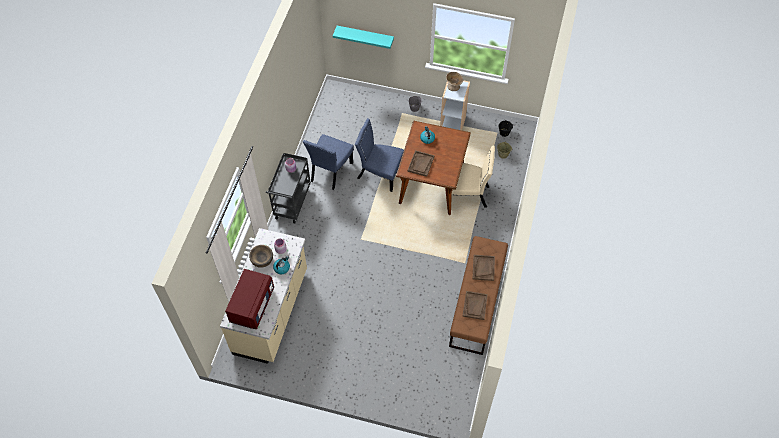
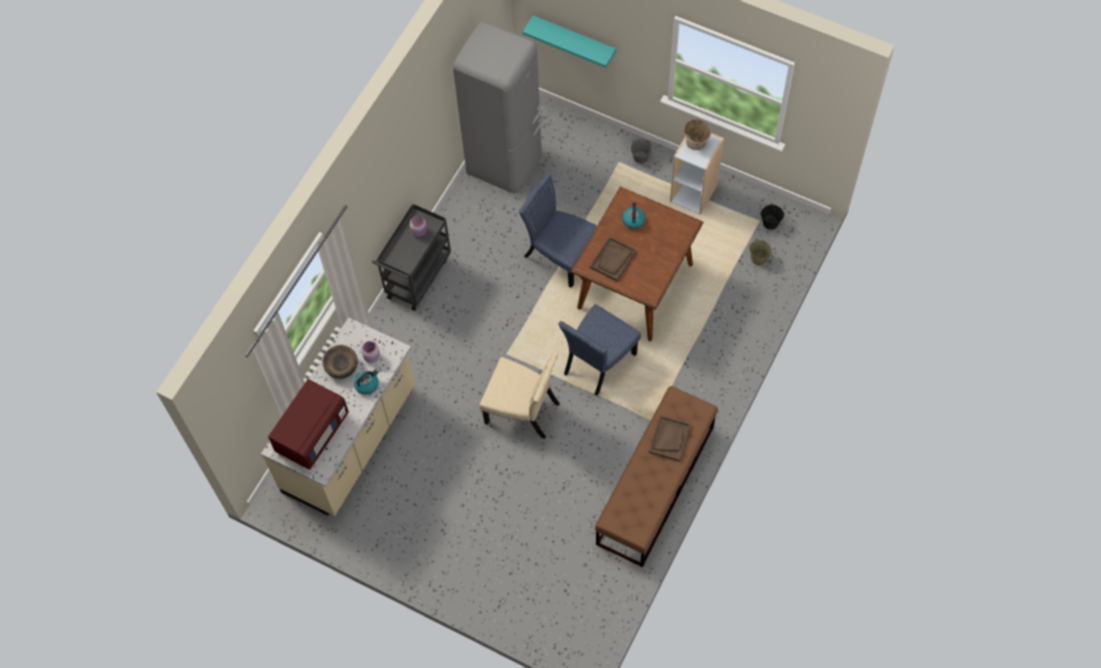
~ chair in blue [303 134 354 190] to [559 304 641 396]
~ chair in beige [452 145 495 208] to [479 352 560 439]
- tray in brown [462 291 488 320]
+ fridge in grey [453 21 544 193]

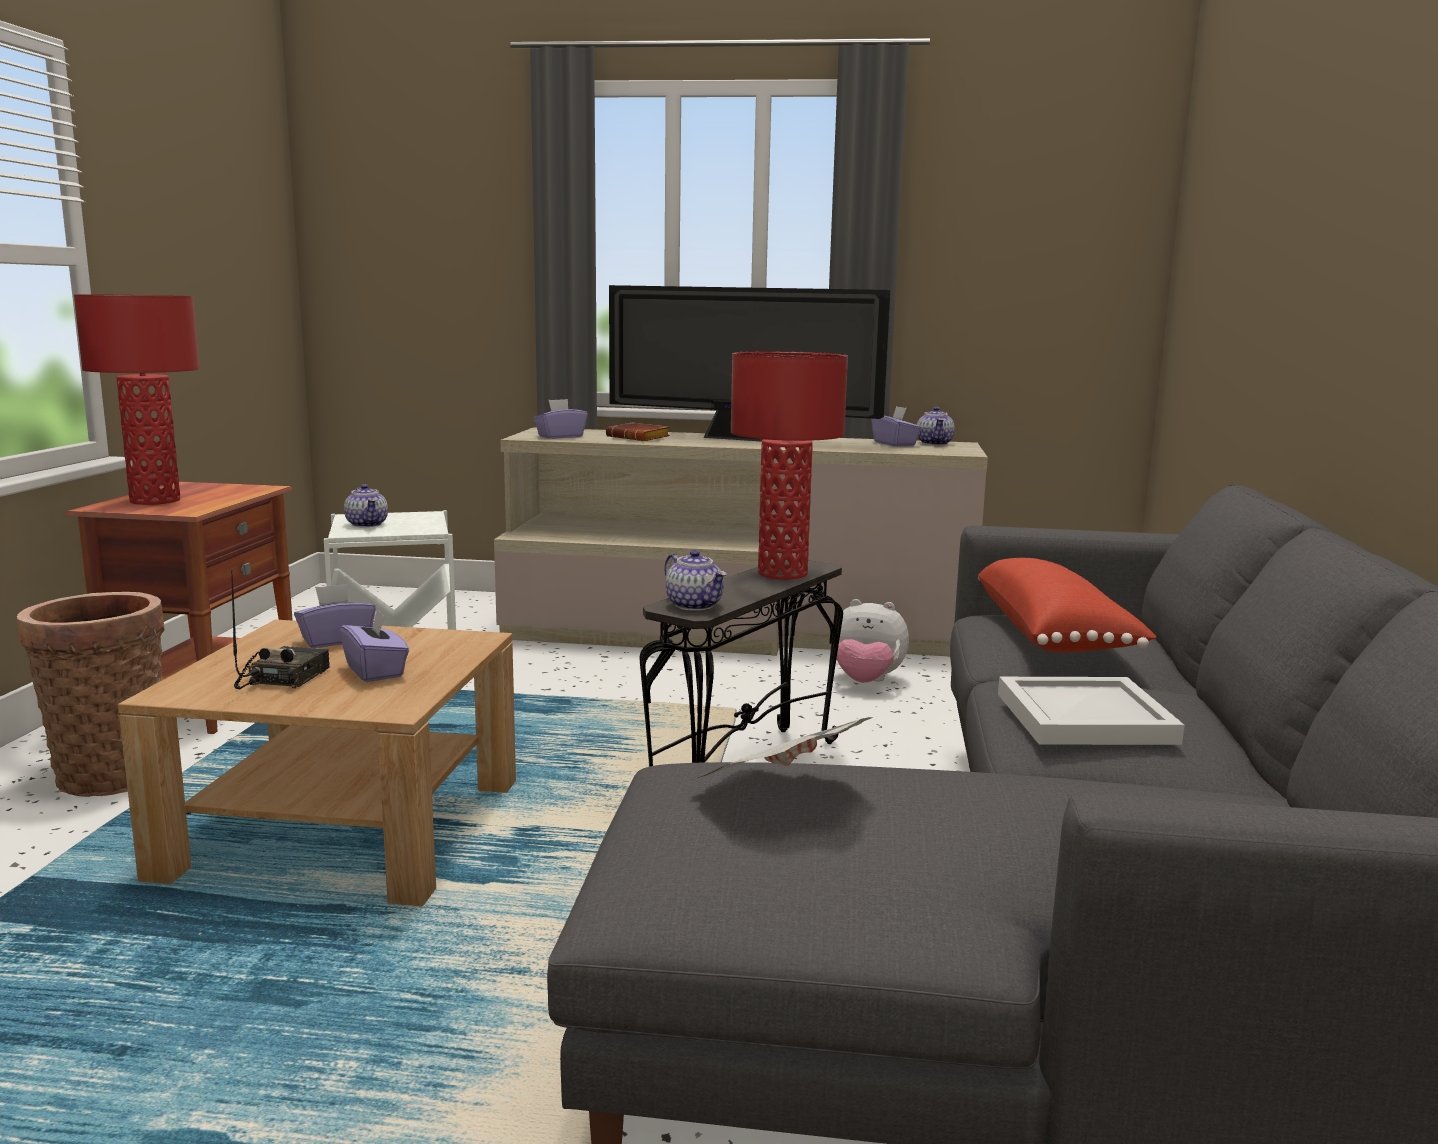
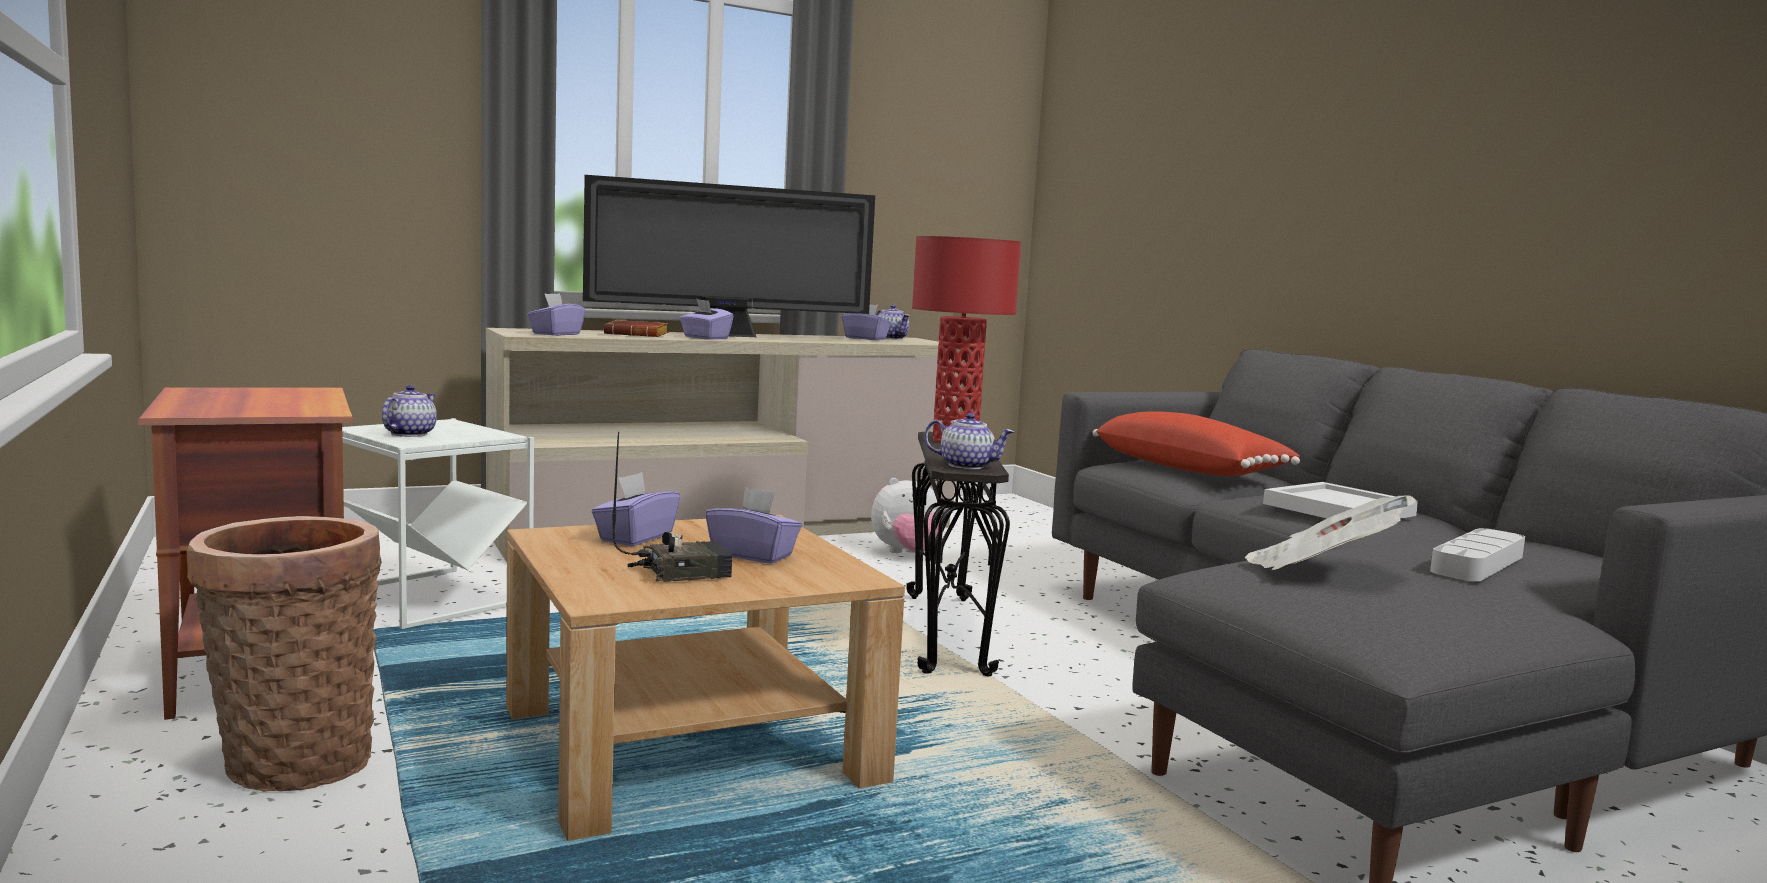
- table lamp in red [74 294 199 505]
~ teapot [344 484 388 527] = [382 385 437 437] 105 degrees counterclockwise
~ radio [231 570 330 689] = [612 432 732 582] 90 degrees clockwise
+ tissue box in purple [680 299 734 339]
+ tray in grey [1430 528 1525 581]

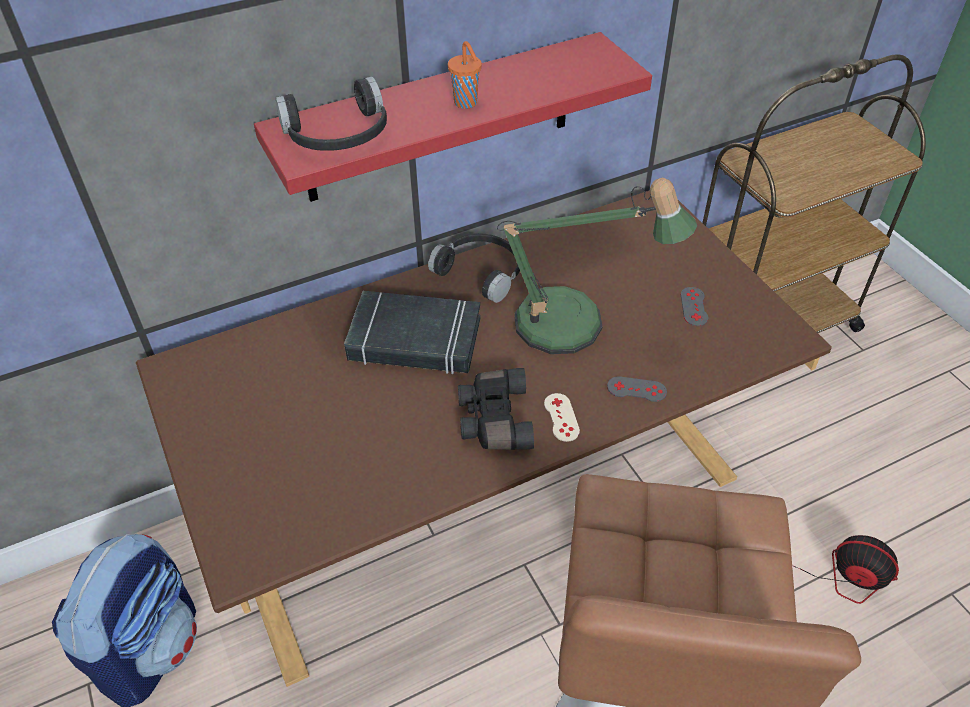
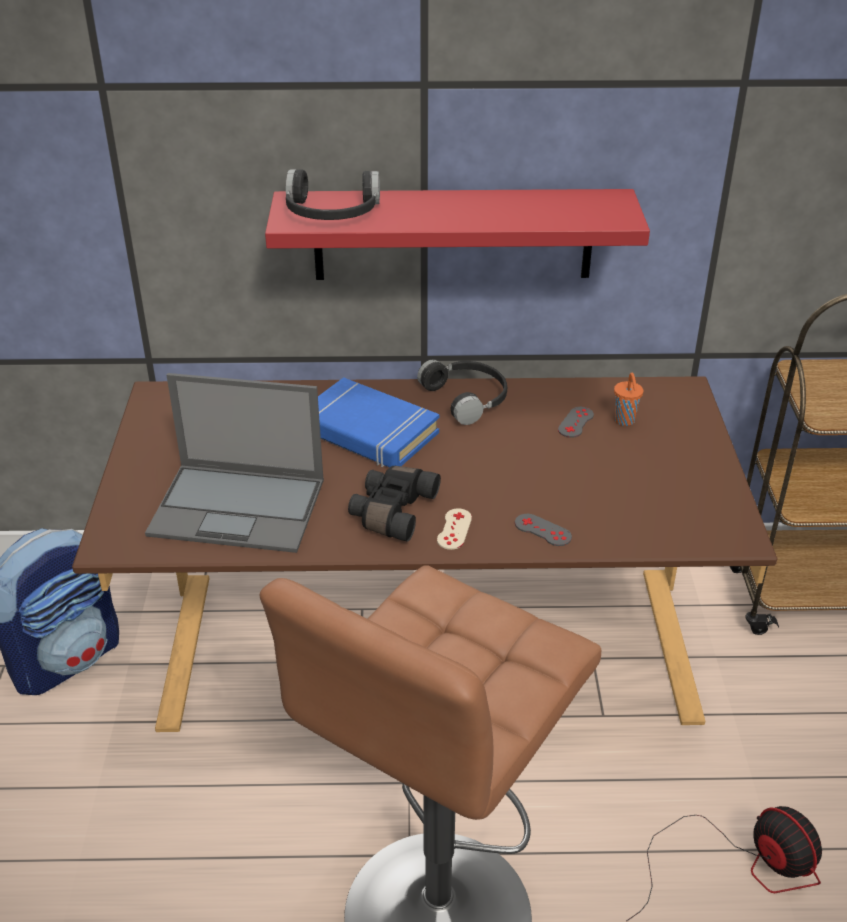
~ cup in orange [448 41 482 109] to [614 373 643 426]
- table lamp [497 177 697 354]
~ game controller in grey [681 287 709 326] to [558 407 594 438]
~ book in black [344 291 480 374] to book in blue [318 377 440 468]
+ laptop [145 373 324 553]

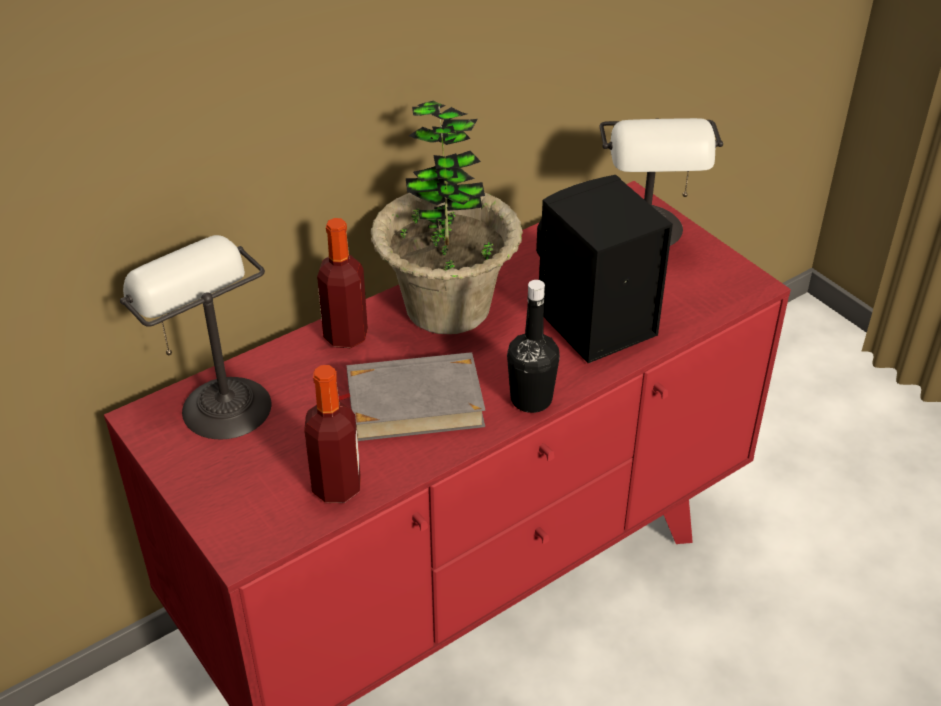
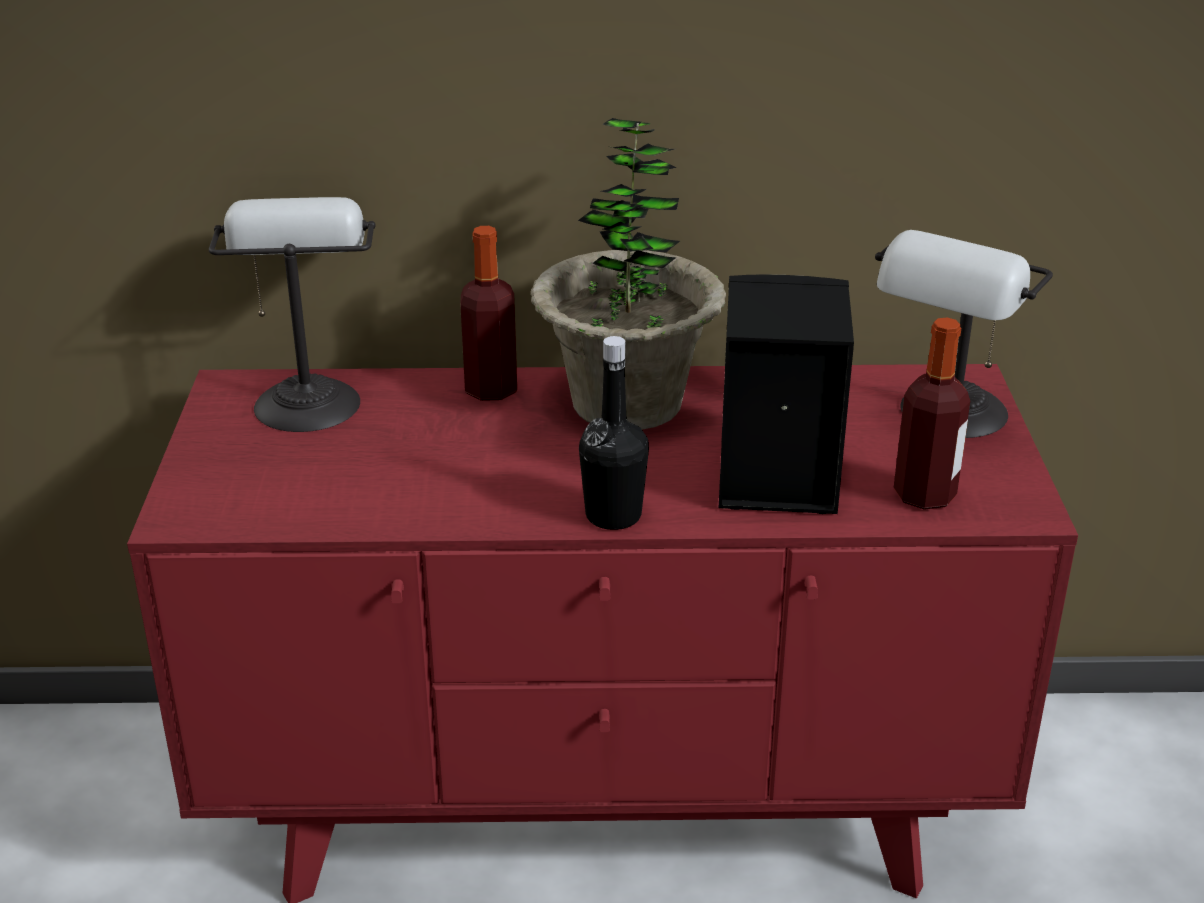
- book in grey [338 352 486 441]
~ bottle [304 365 361 503] to [894 318 970 510]

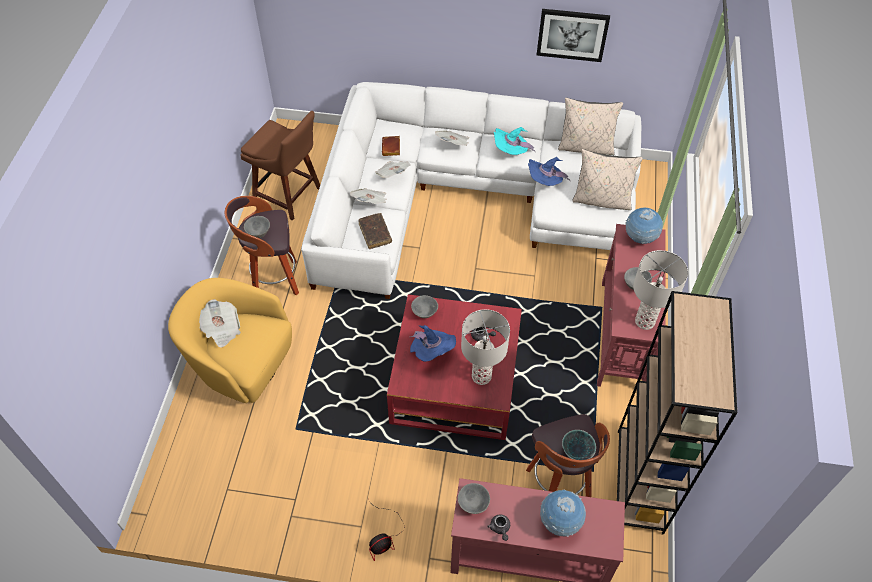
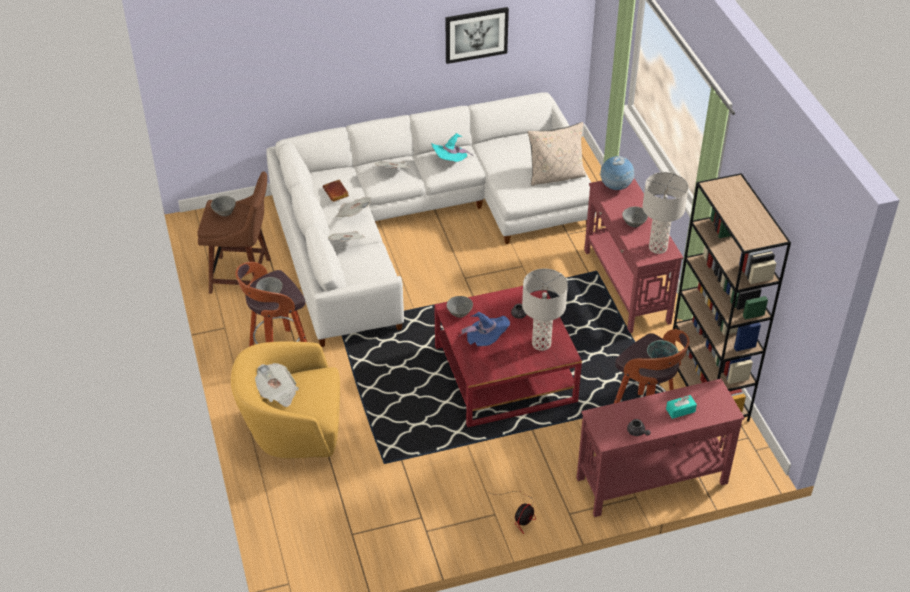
- pillow in beige [558 98 623 155]
- hat in blue [528 157 570 186]
- book in brown [358 213 392 249]
~ bowl in grey [458 483 490 514] to [211 196 236 216]
~ globe [540 489 586 537] to tissue box in turquoise [666 395 697 419]

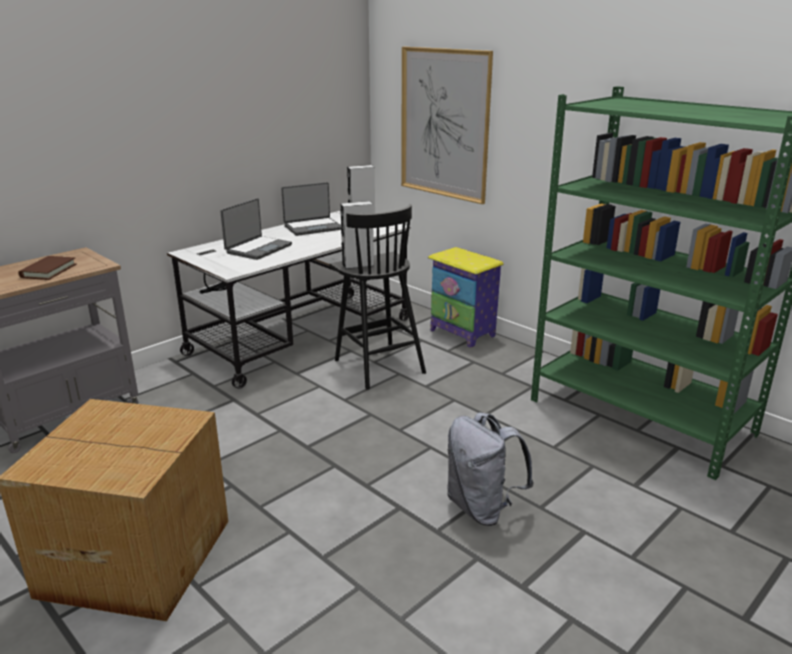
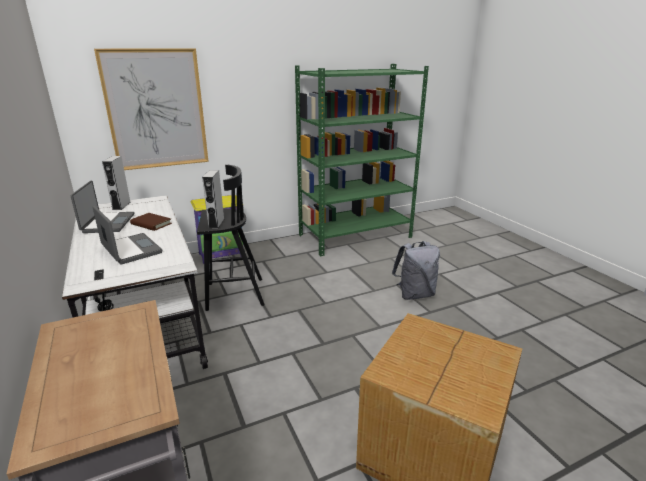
~ book in brown [19 256 76 280] to [130 213 172 231]

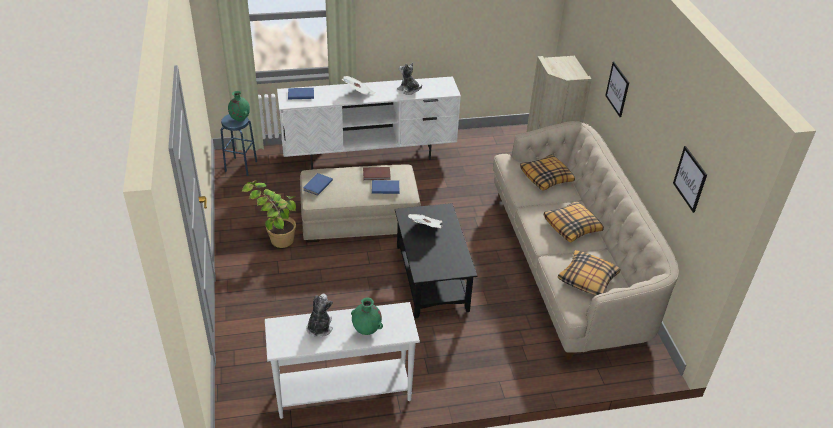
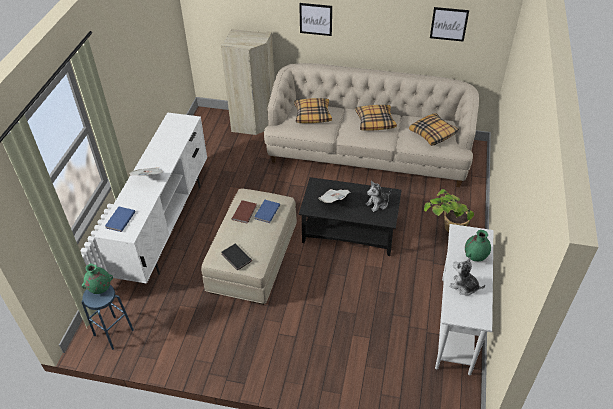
~ plush toy [397 63 422 95] to [366 181 391 212]
~ book in blue [303 173 333 196] to book in black [221 244 252 271]
~ potted plant [241 180 296 248] to [424 189 474 232]

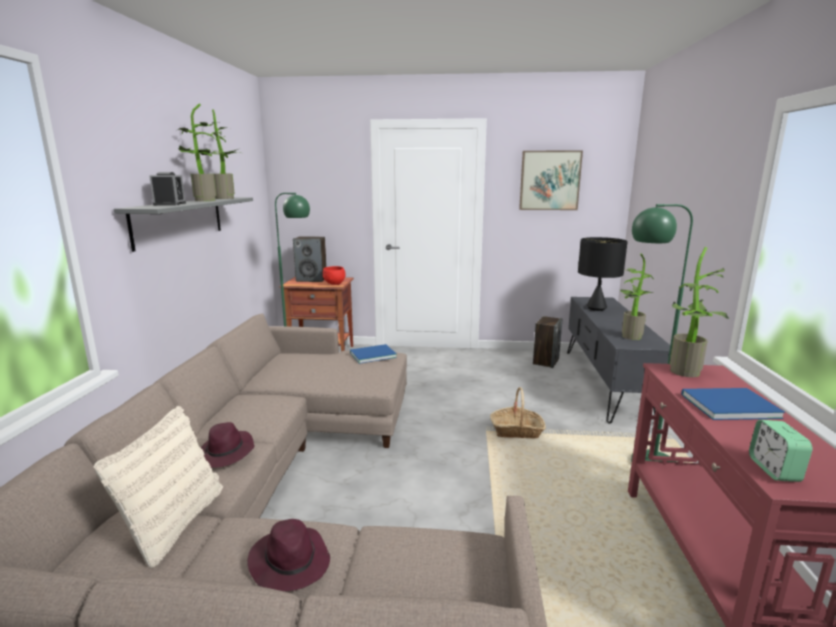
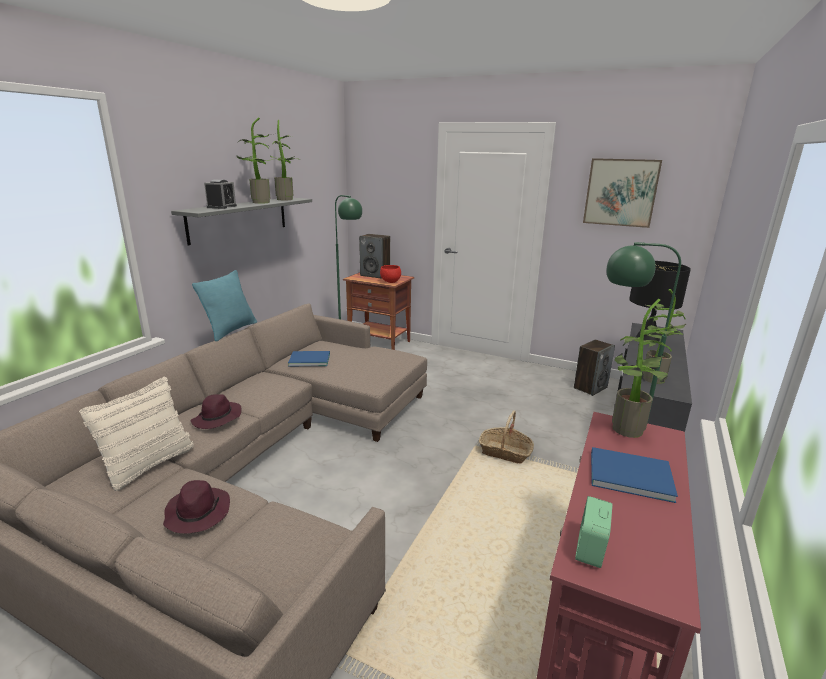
~ book in blue [350 344 397 364] to [288 351 330 366]
+ pillow in turquoise [192 270 257 341]

